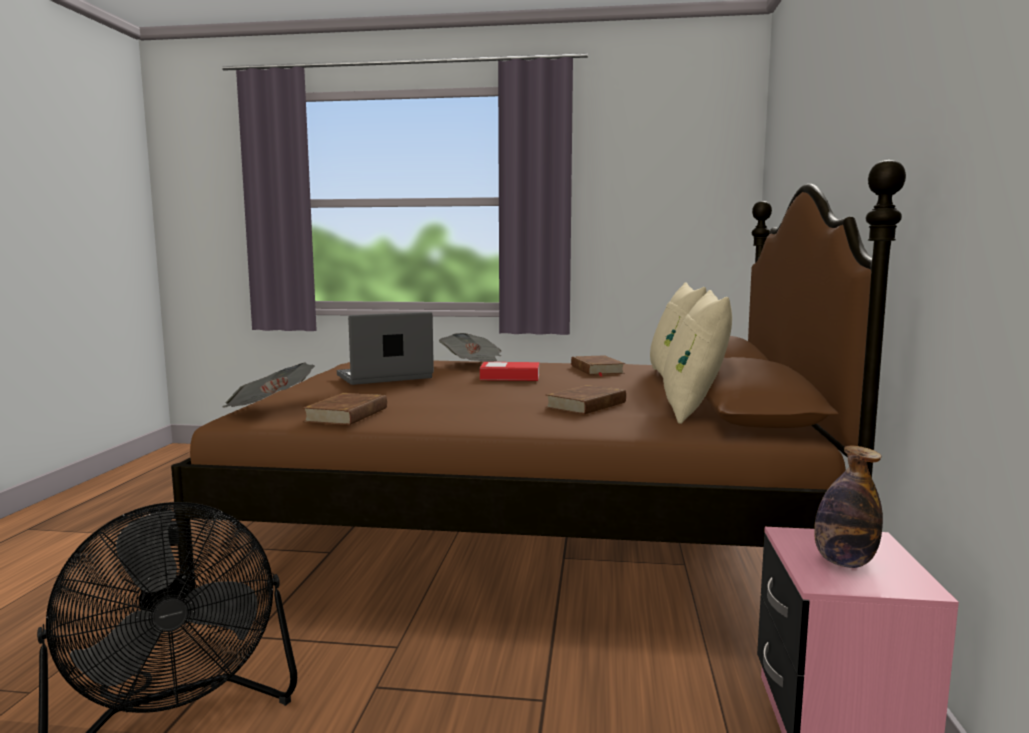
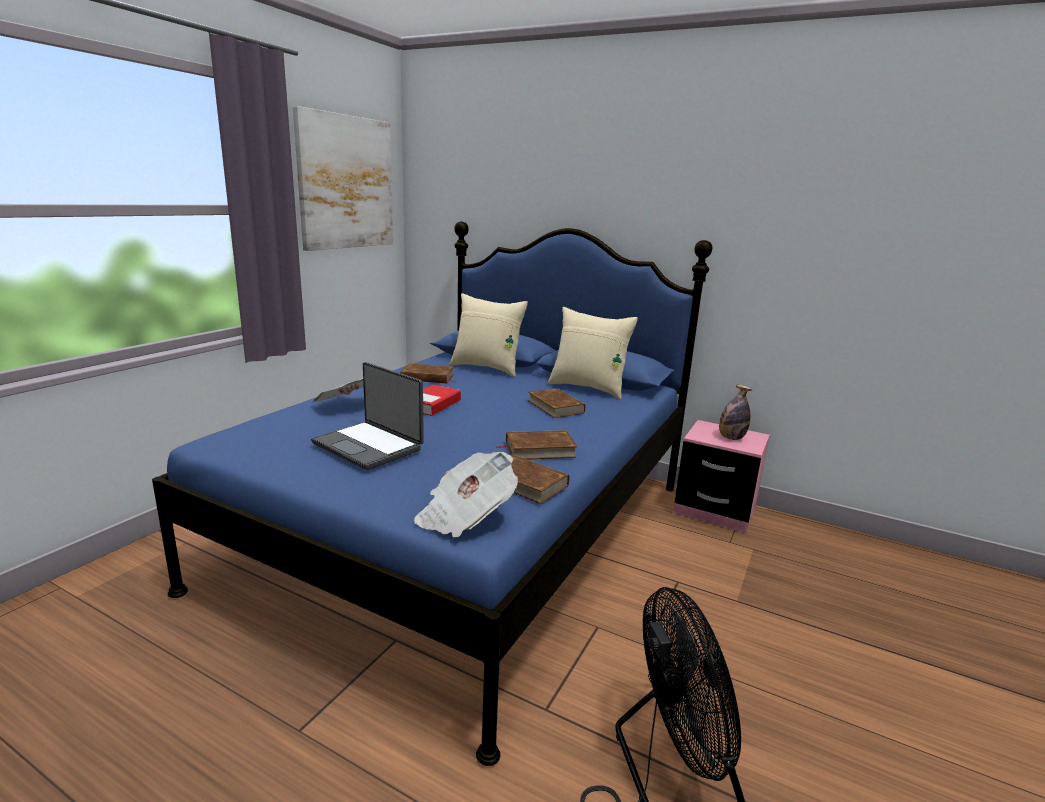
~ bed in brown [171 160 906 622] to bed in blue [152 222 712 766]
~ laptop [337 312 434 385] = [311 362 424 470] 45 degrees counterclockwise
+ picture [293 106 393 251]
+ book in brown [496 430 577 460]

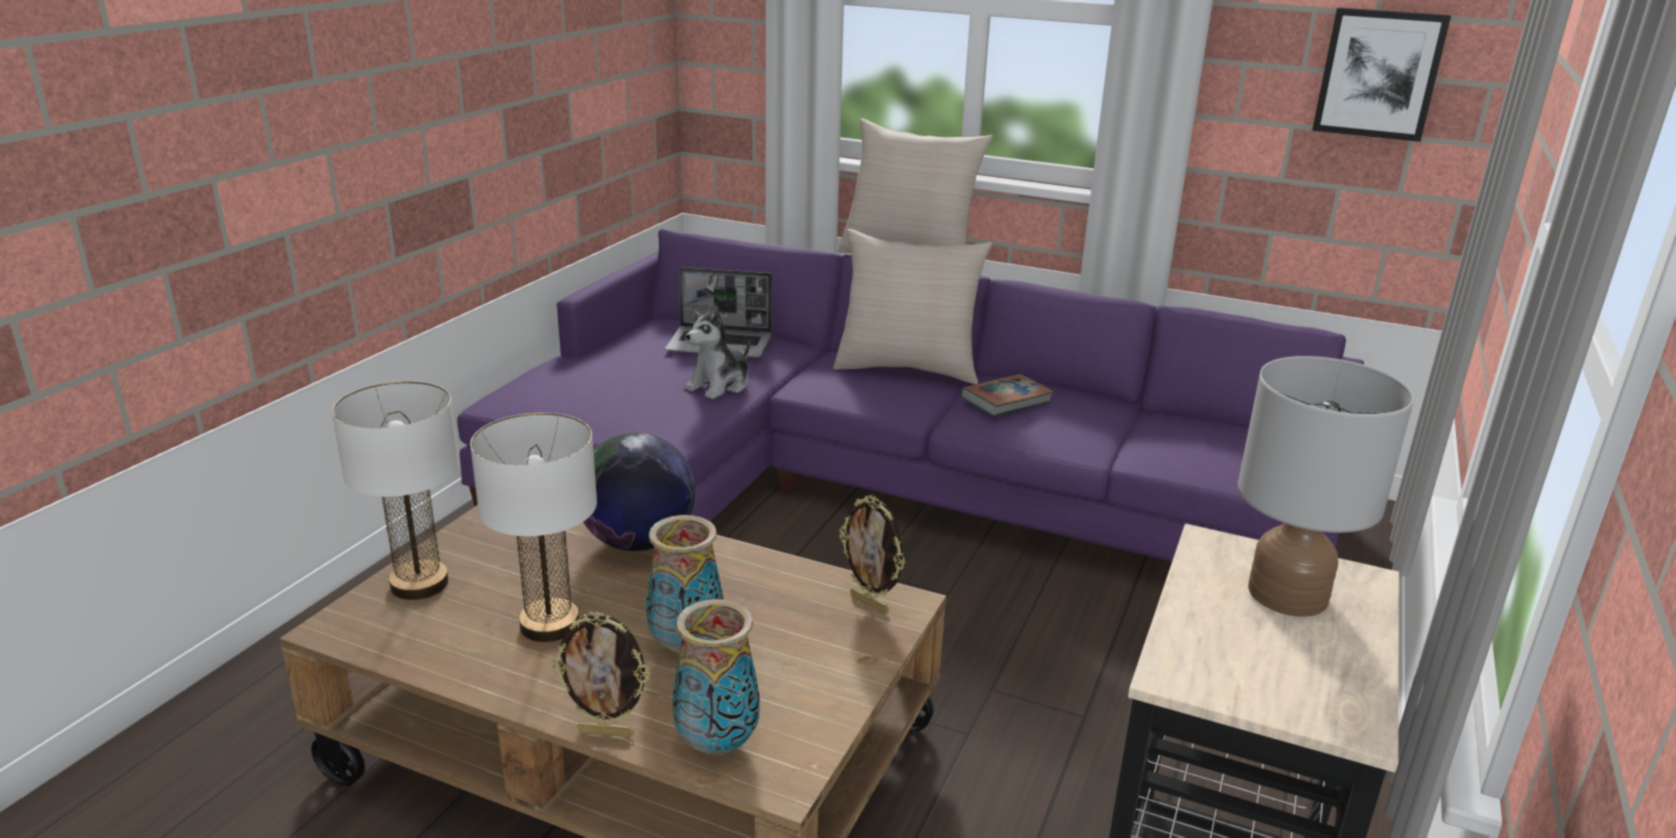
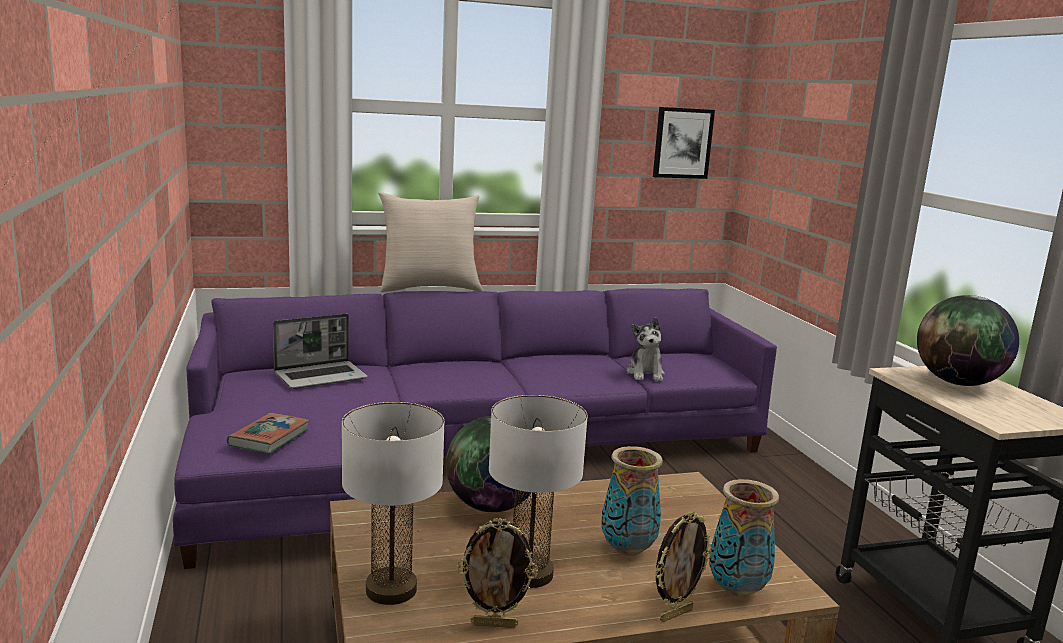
- pillow in beige [833 229 992 384]
~ plush toy [684 306 750 399] to [627 317 665 381]
~ table lamp in grey [1238 356 1414 617] to globe [917 295 1019 386]
~ book [961 374 1054 417] to [227 413 310 454]
~ picture frame [839 495 905 614] to [457 518 538 628]

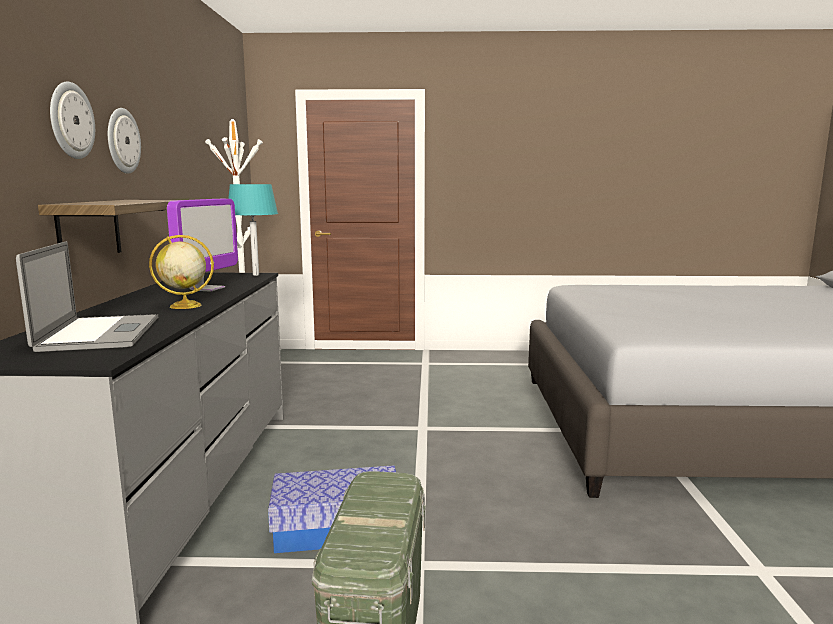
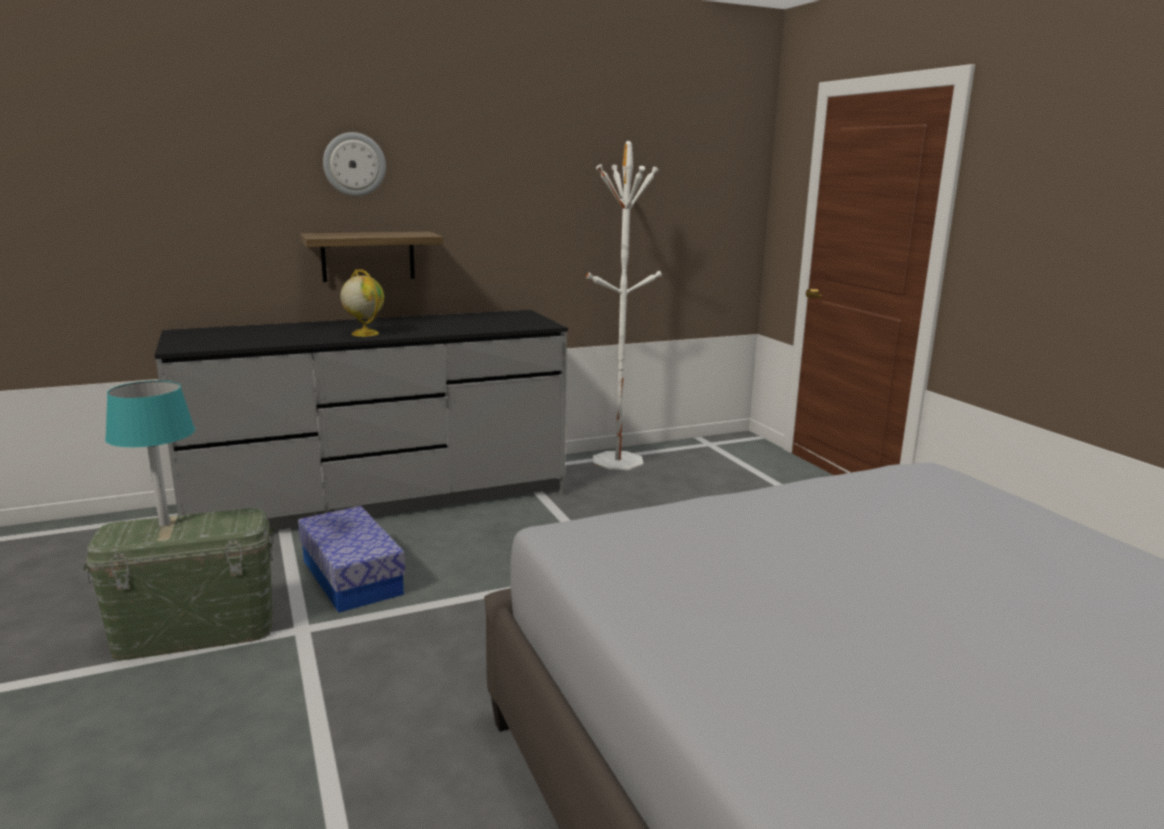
- wall clock [108 108 141 174]
~ table lamp in turquoise [228 184 278 276] to [105 381 195 526]
- monitor [167 199 238 292]
- laptop [16 241 158 352]

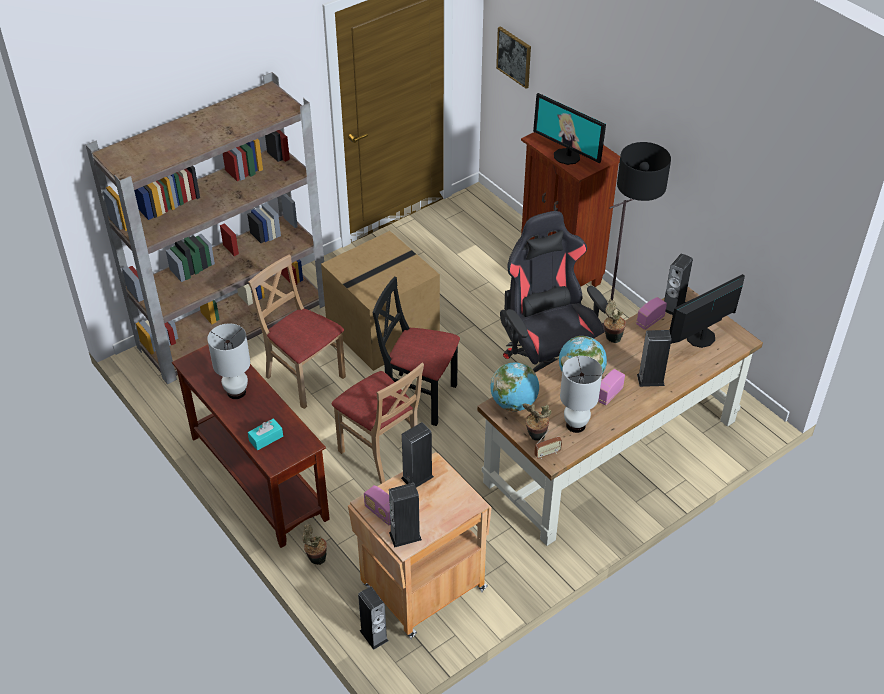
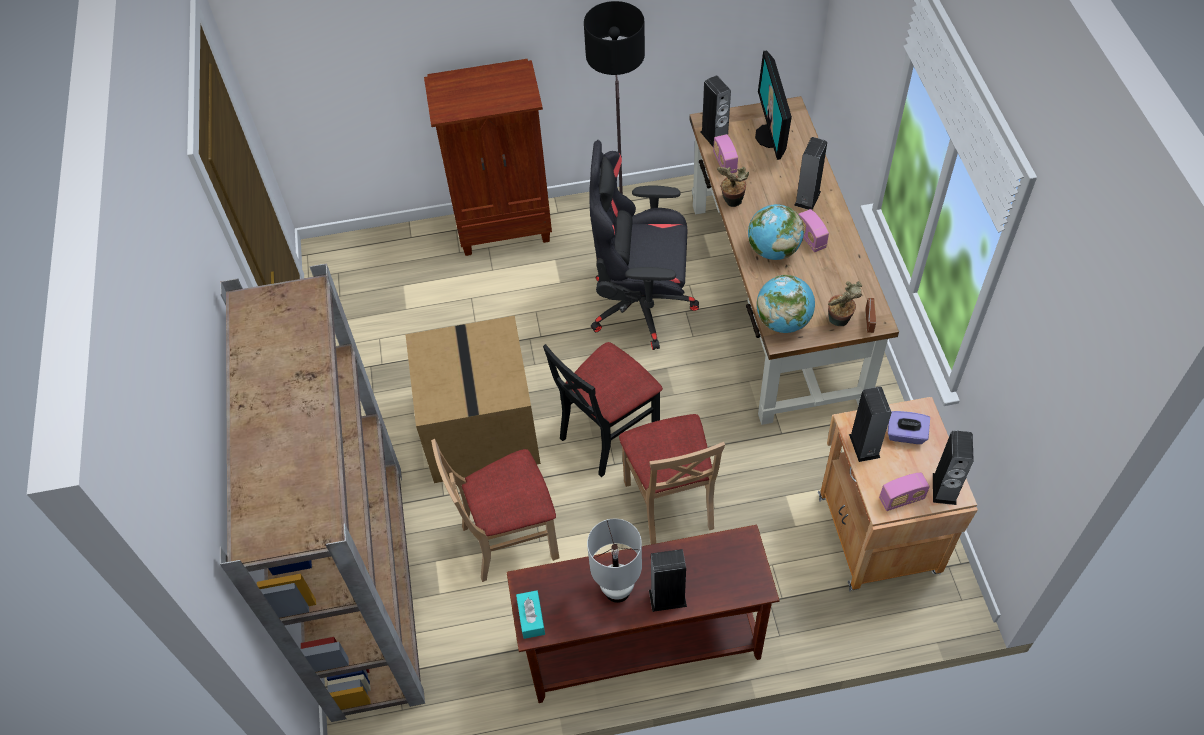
- picture [496 26 531 89]
- monitor [533 93 606 165]
- table lamp in white [560 356 602 433]
~ chair in beige [332 362 424 484] = [619 414 725 544] 90 degrees clockwise
~ tissue box in turquoise [248 418 283 450] to [516 590 545 639]
- potted plant [302 524 327 565]
~ speaker [358 587 389 650] to [649 549 687 612]
+ tissue box in purple [888 411 930 444]

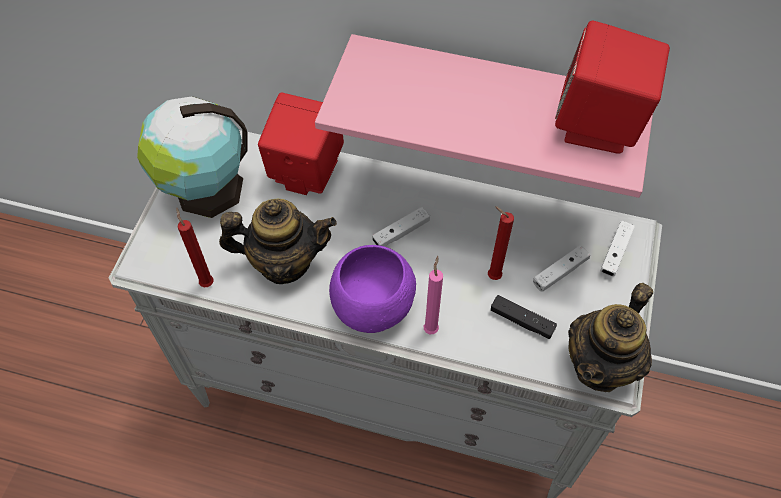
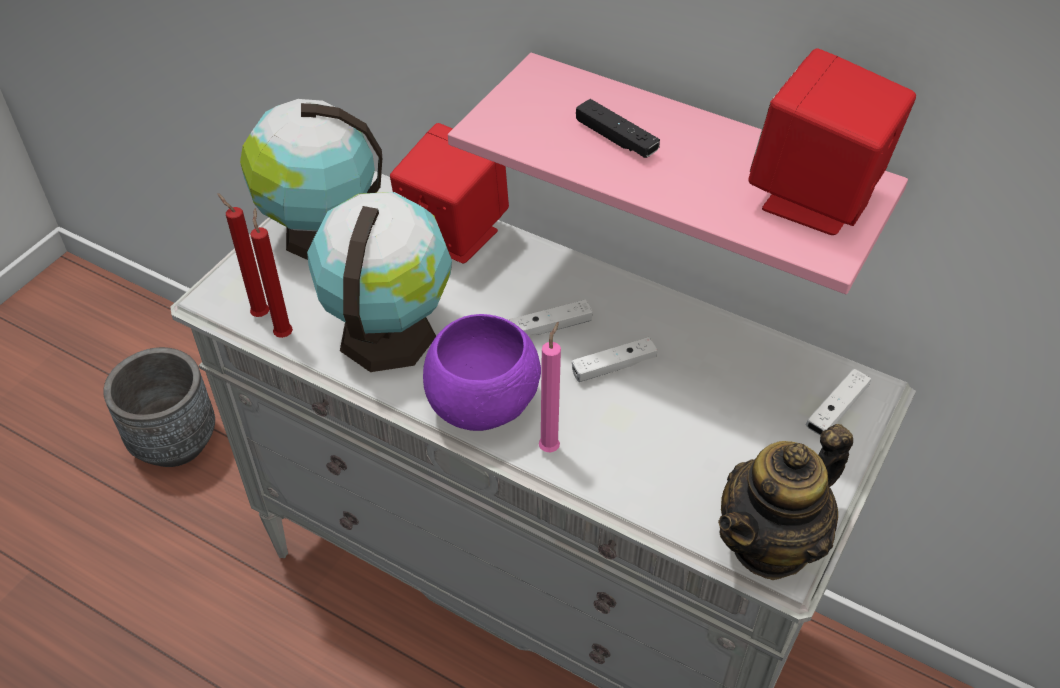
~ teapot [219 199 337 284] to globe [307 192 452 372]
~ candle in red [488 206 514 280] to [217 193 269 317]
~ game controller in white [533 245 590 292] to [572 337 657 382]
~ game controller in black [491 295 557 339] to [576 99 660 158]
+ planter in grey [103 347 215 467]

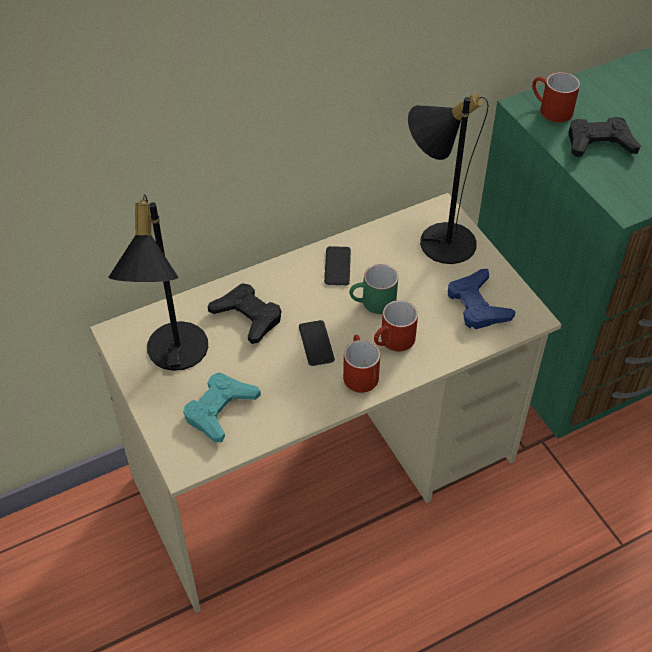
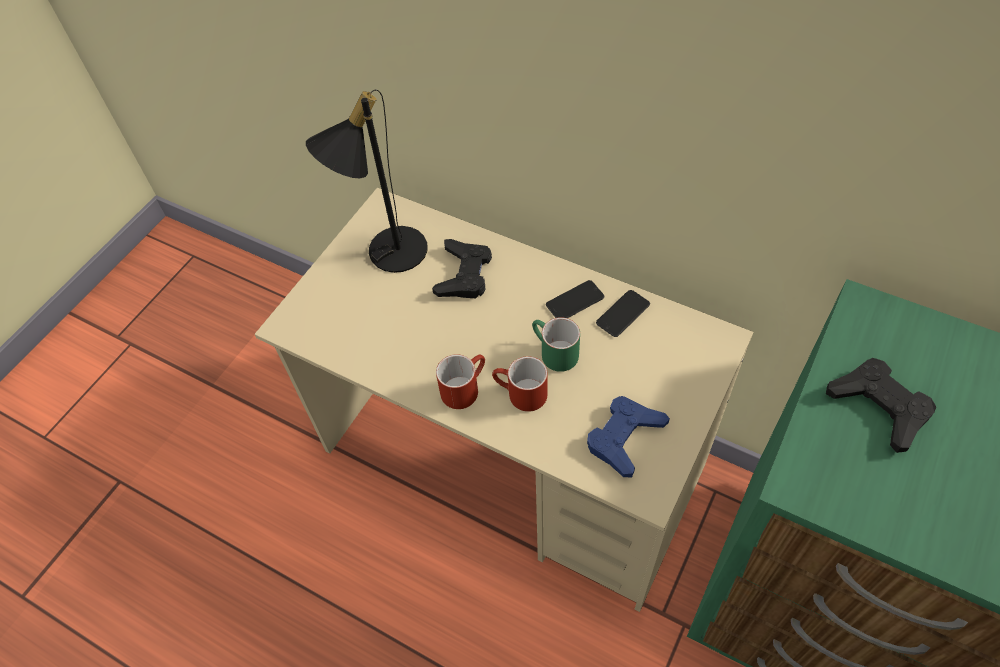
- mug in red [532 72 580 122]
- table lamp in black [408 94 488 264]
~ phone [299 320 335 366] to [596 290 650 337]
- game controller in turquoise [183 373 261 442]

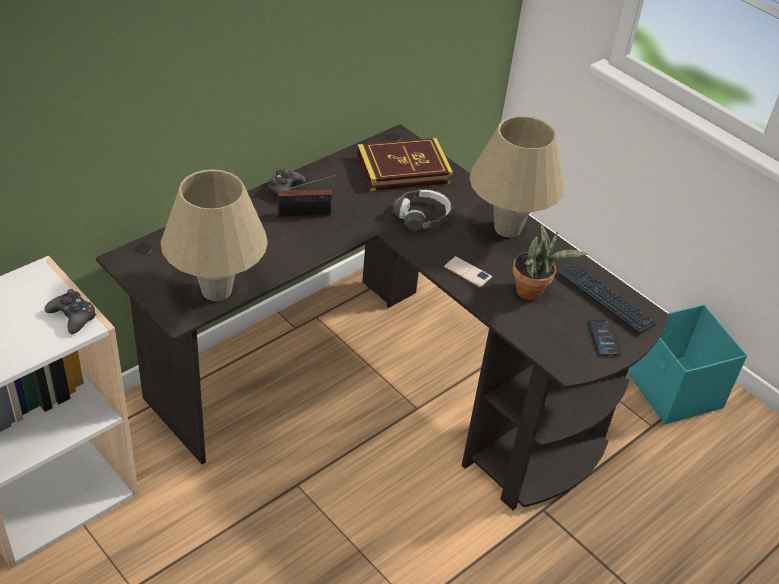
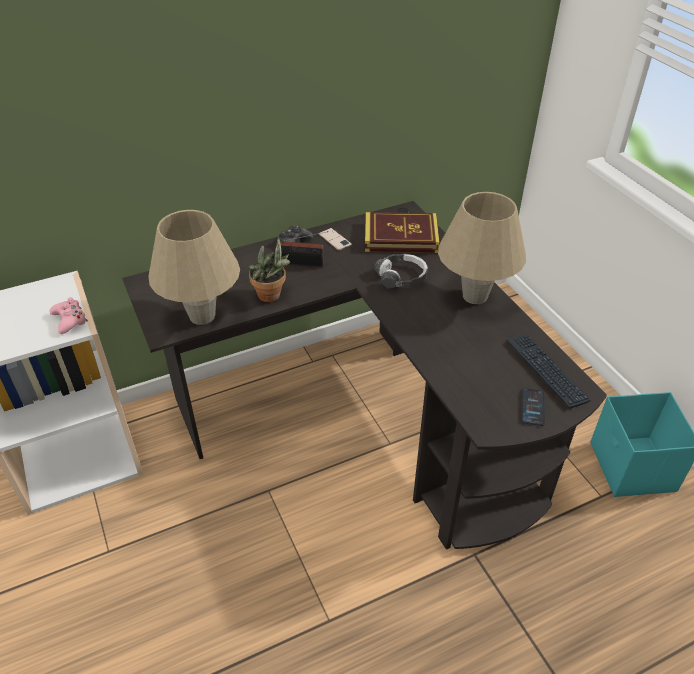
~ potted plant [513 223 588 300] to [249 237 290 302]
~ phone [443 256 492 288] to [319 228 352 251]
~ game controller in black [45 289 96 334] to game controller in pink [49 297 88 334]

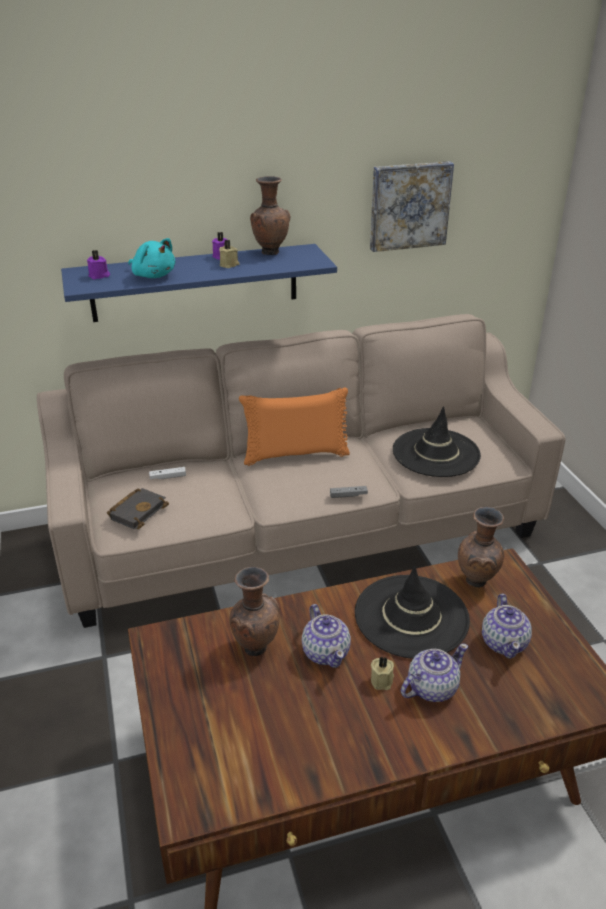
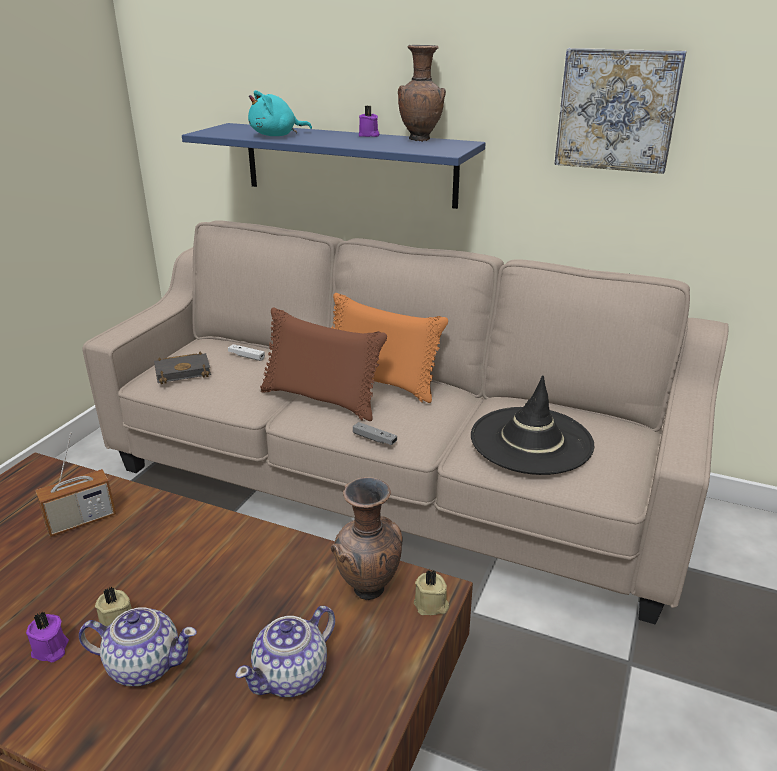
~ plush toy in turquoise [128 238 175 278] = [248 90 312 136] 75 degrees clockwise
~ candle in beige [219 240 240 268] to [414 570 449 615]
~ candle in purple [87 250 110 279] to [26 612 69 663]
- hat in black [355 566 470 659]
~ vase in brown [229 567 280 656] to radio [35 433 116 537]
- teapot [302 604 351 668]
+ pillow in brown [260 307 387 421]

